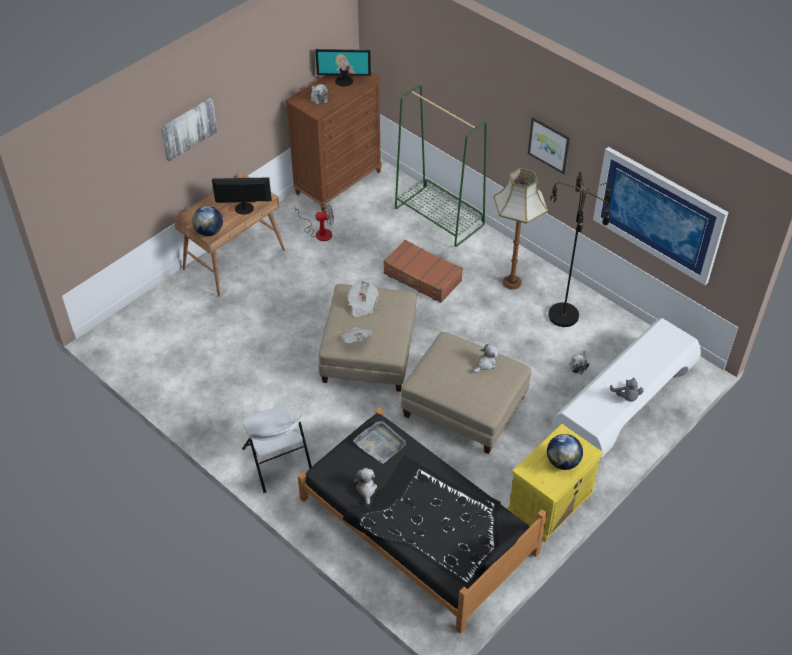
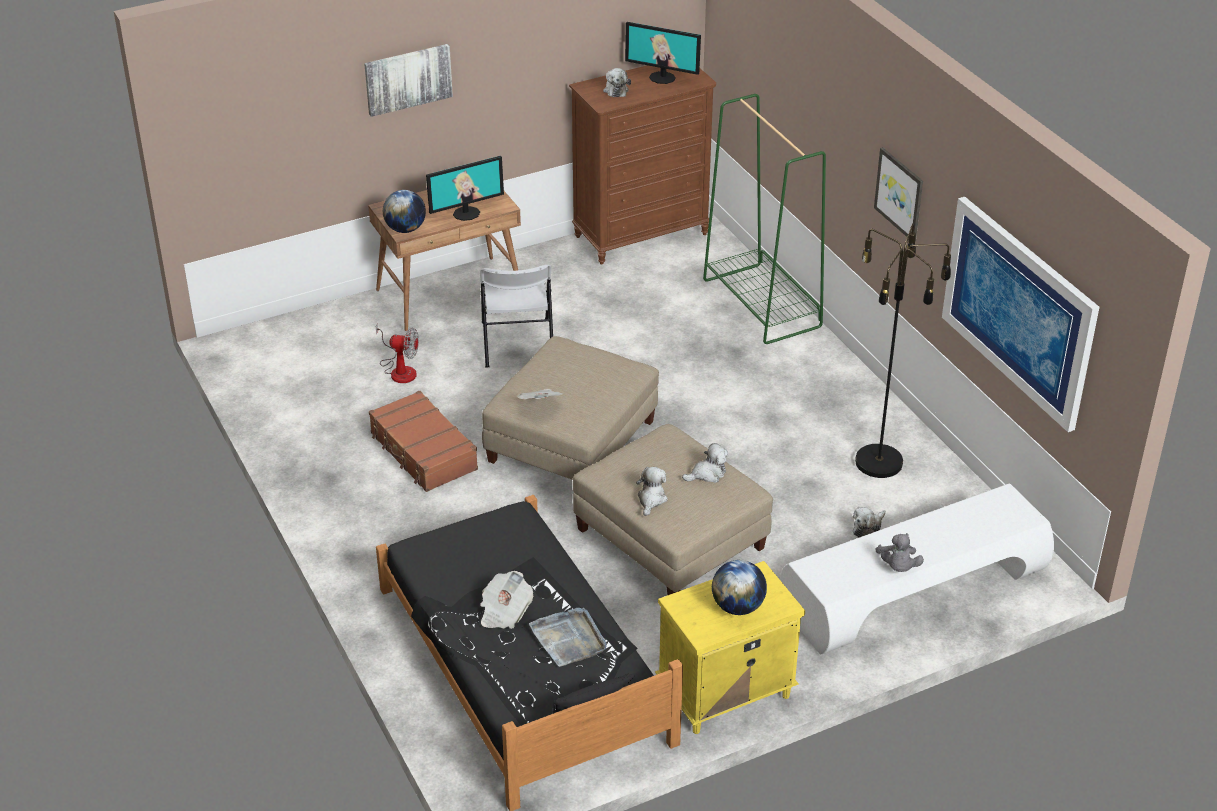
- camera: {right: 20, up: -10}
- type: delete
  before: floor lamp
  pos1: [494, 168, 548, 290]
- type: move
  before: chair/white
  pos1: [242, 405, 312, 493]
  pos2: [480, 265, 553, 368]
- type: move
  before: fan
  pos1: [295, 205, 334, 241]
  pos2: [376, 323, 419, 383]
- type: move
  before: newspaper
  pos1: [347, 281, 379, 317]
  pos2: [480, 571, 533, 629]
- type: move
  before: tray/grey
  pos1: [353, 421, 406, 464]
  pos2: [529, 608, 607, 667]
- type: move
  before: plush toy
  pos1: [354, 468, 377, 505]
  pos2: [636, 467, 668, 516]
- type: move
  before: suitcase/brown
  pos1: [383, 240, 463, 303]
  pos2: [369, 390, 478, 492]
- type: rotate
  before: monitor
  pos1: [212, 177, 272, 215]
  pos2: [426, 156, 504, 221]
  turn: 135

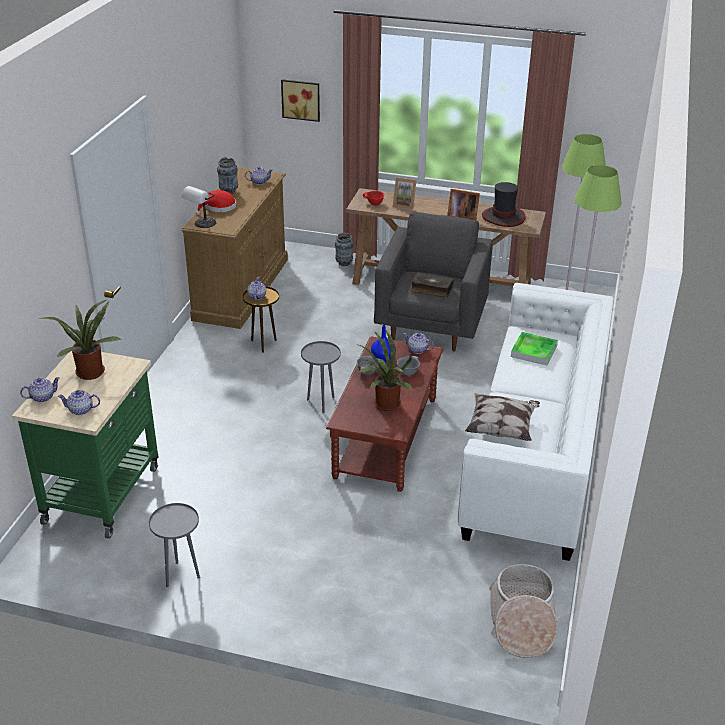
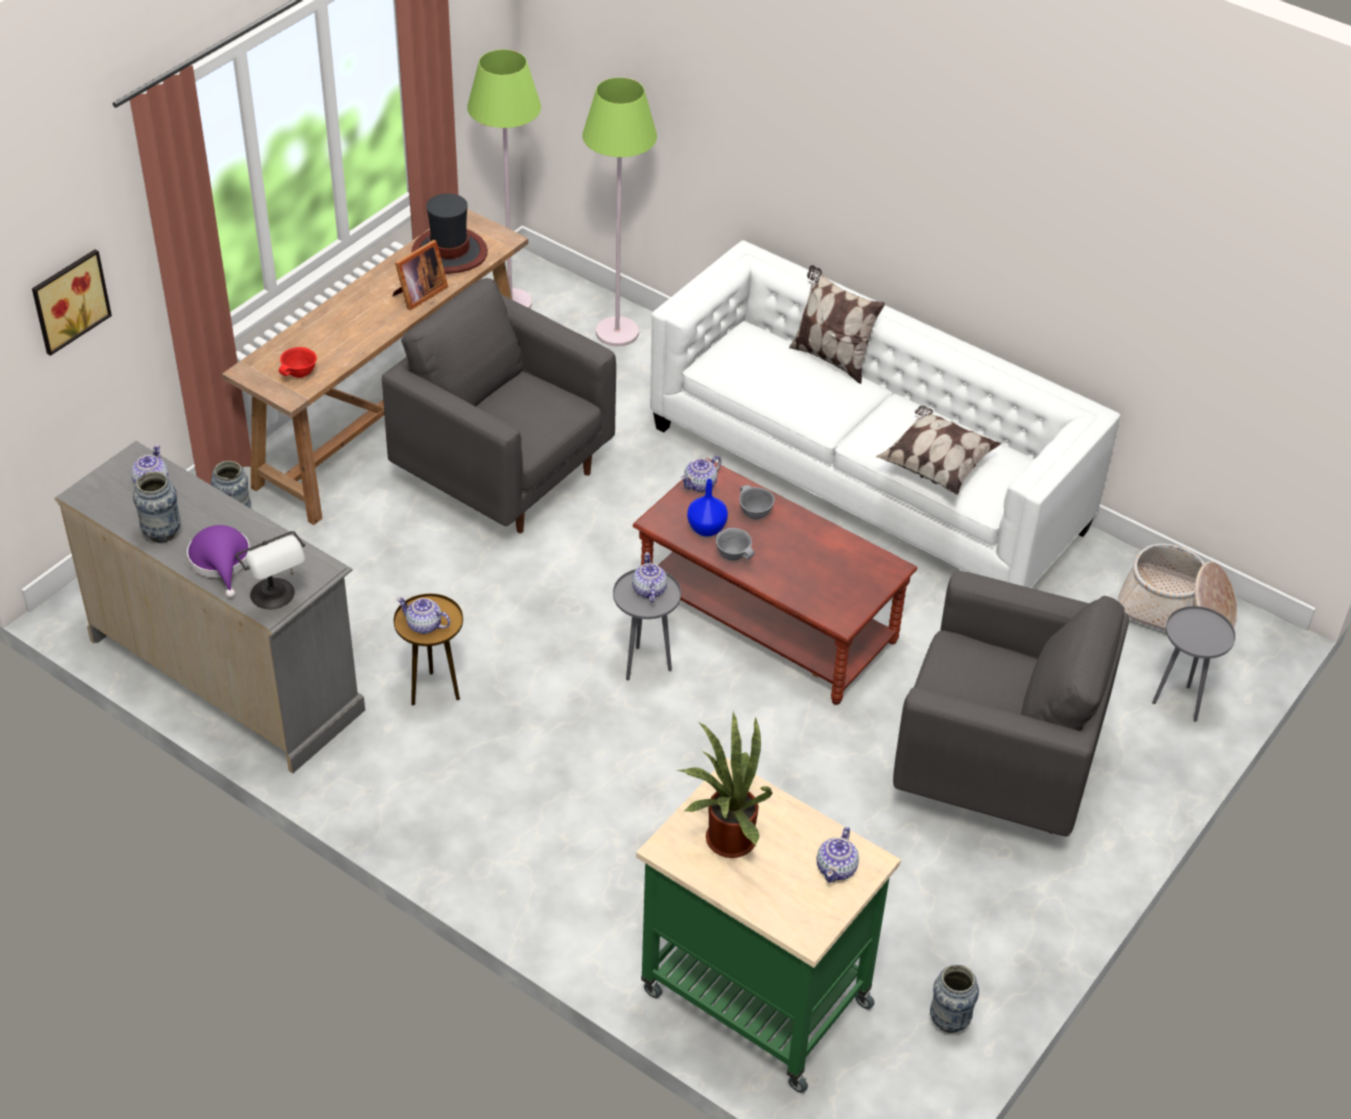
- camera: {right: -70, up: 10}
- type: delete
  before: potted plant
  pos1: [359, 329, 412, 411]
- type: delete
  before: picture frame
  pos1: [393, 177, 417, 210]
- type: delete
  before: book
  pos1: [411, 272, 454, 298]
- type: delete
  before: tray
  pos1: [511, 332, 558, 366]
- type: insert
  after: pillow
  pos2: [789, 265, 885, 384]
- type: insert
  after: armchair/grey
  pos2: [893, 571, 1129, 837]
- type: insert
  after: vase
  pos2: [930, 965, 979, 1033]
- type: move
  before: teapot
  pos1: [20, 377, 60, 402]
  pos2: [632, 552, 667, 603]
- type: move
  before: side table/grey
  pos1: [149, 503, 200, 587]
  pos2: [1152, 606, 1236, 722]
- type: recolor
  before: cabinet/brown
  after: cabinet/grey
  pos1: [181, 167, 288, 329]
  pos2: [54, 441, 365, 773]
- type: recolor
  before: hat/red
  after: hat/purple
  pos1: [196, 190, 236, 215]
  pos2: [187, 525, 250, 598]

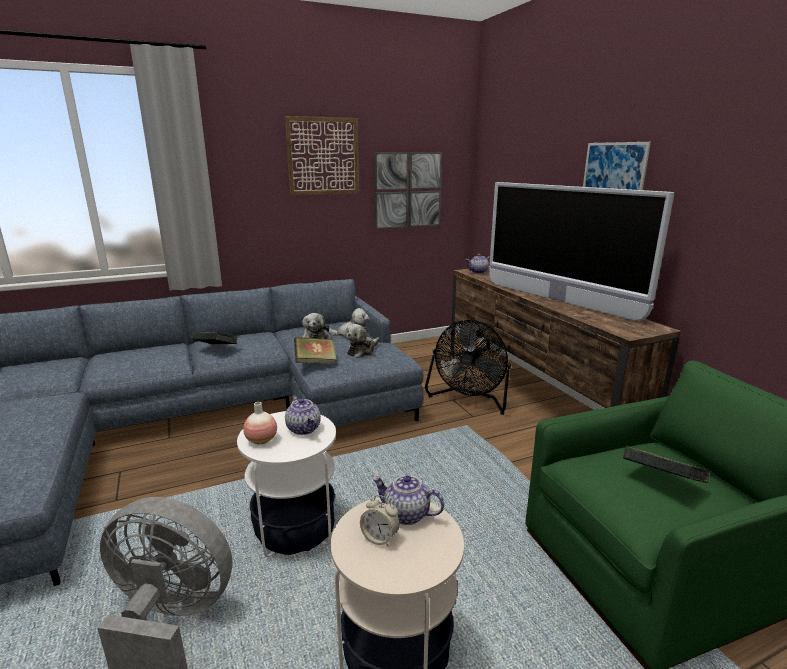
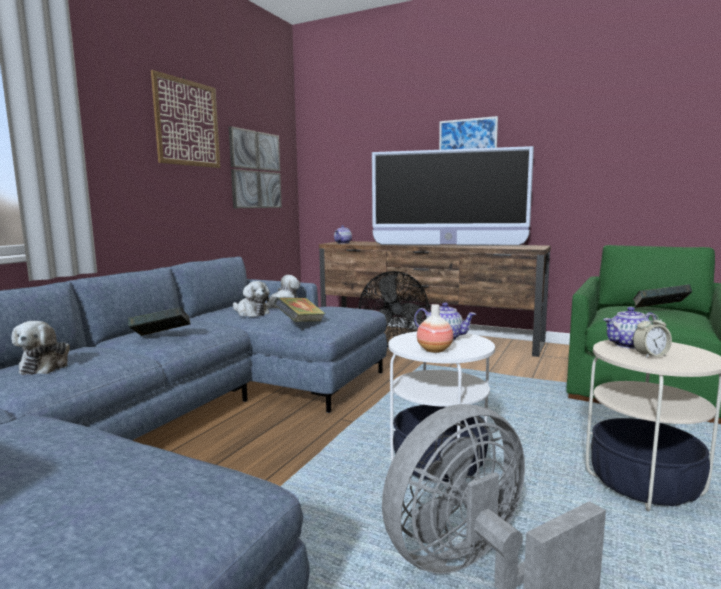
- camera: {right: -40, up: -10}
- type: move
  before: plush toy
  pos1: [345, 324, 379, 358]
  pos2: [12, 321, 70, 375]

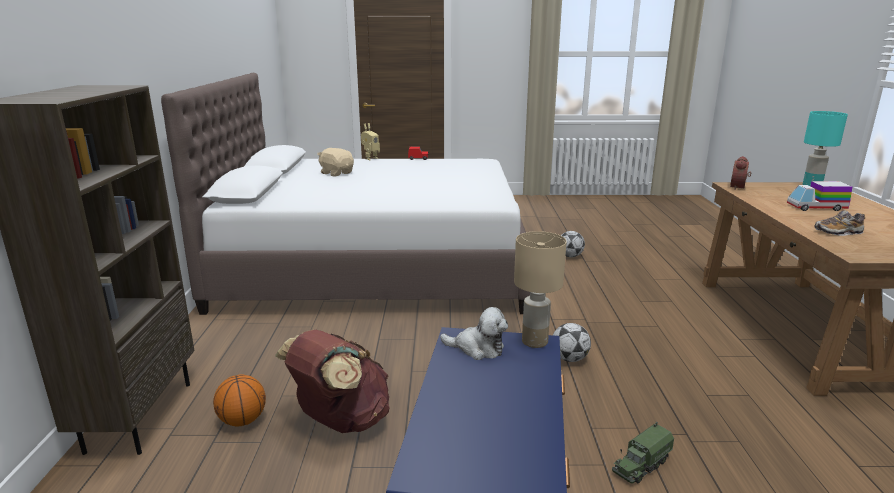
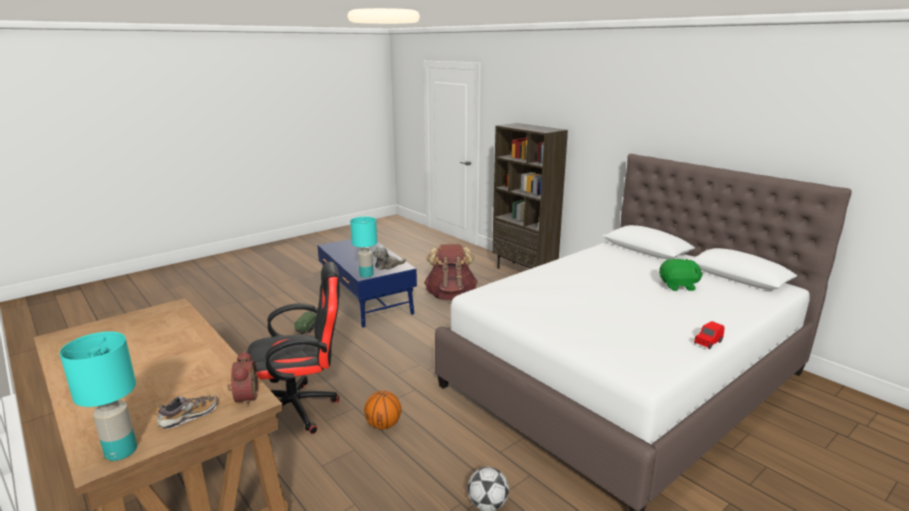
- camera: {right: 140, up: 0}
- type: delete
  before: toy robot
  pos1: [361, 123, 380, 160]
- type: delete
  before: football
  pos1: [553, 323, 591, 362]
- type: delete
  before: toy truck
  pos1: [787, 181, 852, 211]
- type: insert
  after: office chair/black
  pos2: [247, 262, 340, 434]
- type: move
  before: basketball
  pos1: [213, 375, 266, 426]
  pos2: [364, 391, 401, 430]
- type: move
  before: shoe
  pos1: [815, 211, 865, 236]
  pos2: [155, 395, 217, 429]
- type: recolor
  before: plush toy/beige
  after: plush toy/green
  pos1: [317, 148, 354, 176]
  pos2: [659, 259, 703, 291]
- type: recolor
  before: table lamp/beige
  after: table lamp/turquoise
  pos1: [514, 231, 567, 348]
  pos2: [350, 217, 377, 278]

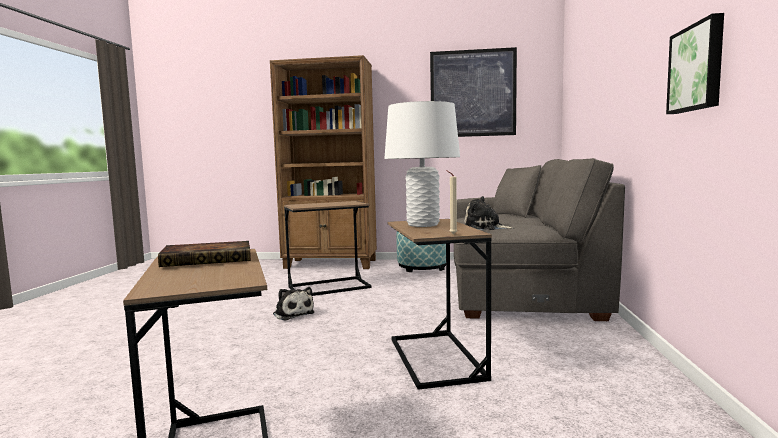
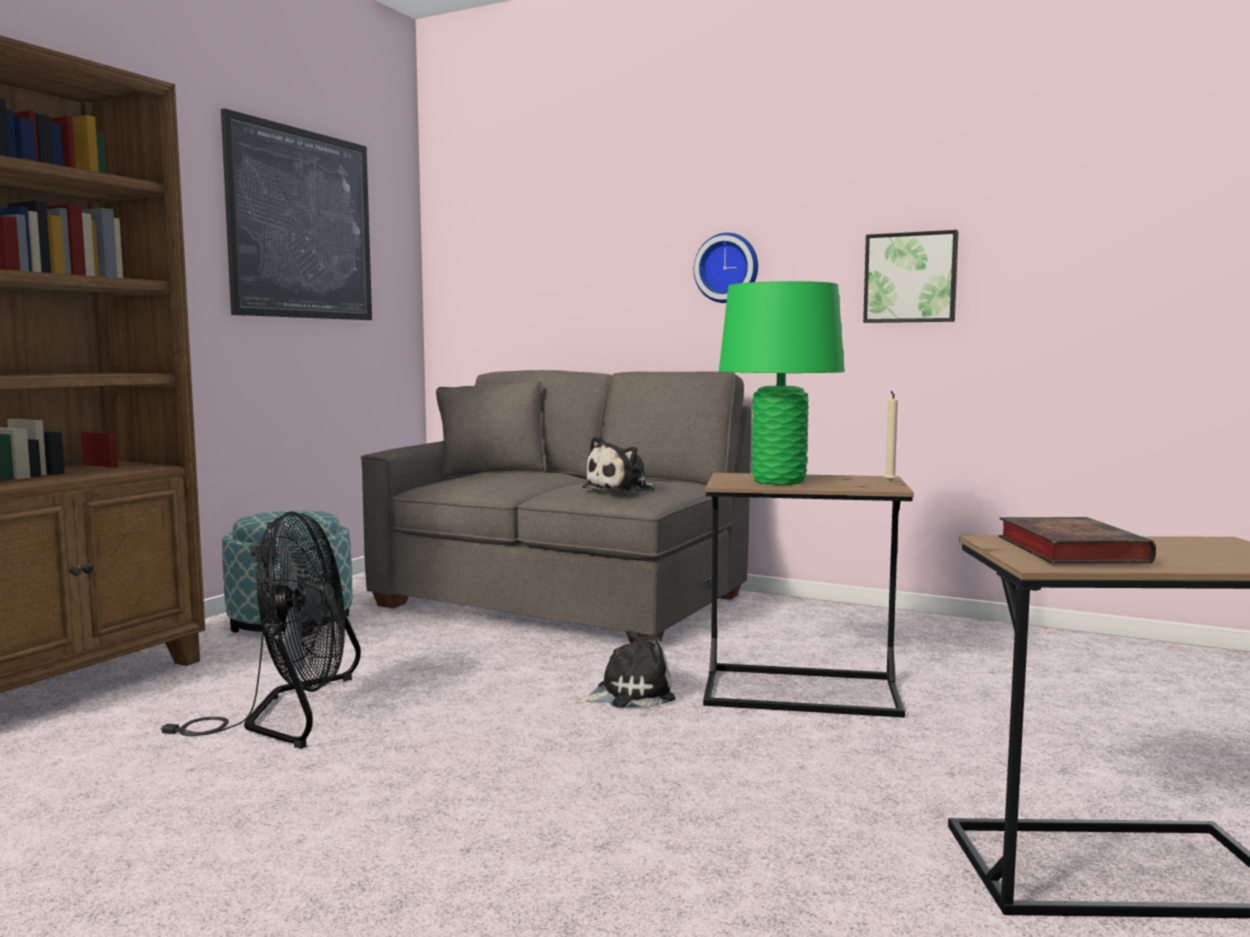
- camera: {right: -70, up: 0}
- type: insert
  after: wall clock
  pos2: [694, 233, 758, 303]
- type: move
  before: plush toy
  pos1: [273, 287, 314, 321]
  pos2: [576, 630, 676, 707]
- type: replace
  before: side table/brown
  after: fan/black
  pos1: [284, 201, 372, 296]
  pos2: [160, 511, 361, 749]
- type: recolor
  before: table lamp/white
  after: table lamp/green
  pos1: [384, 101, 460, 227]
  pos2: [719, 281, 845, 485]

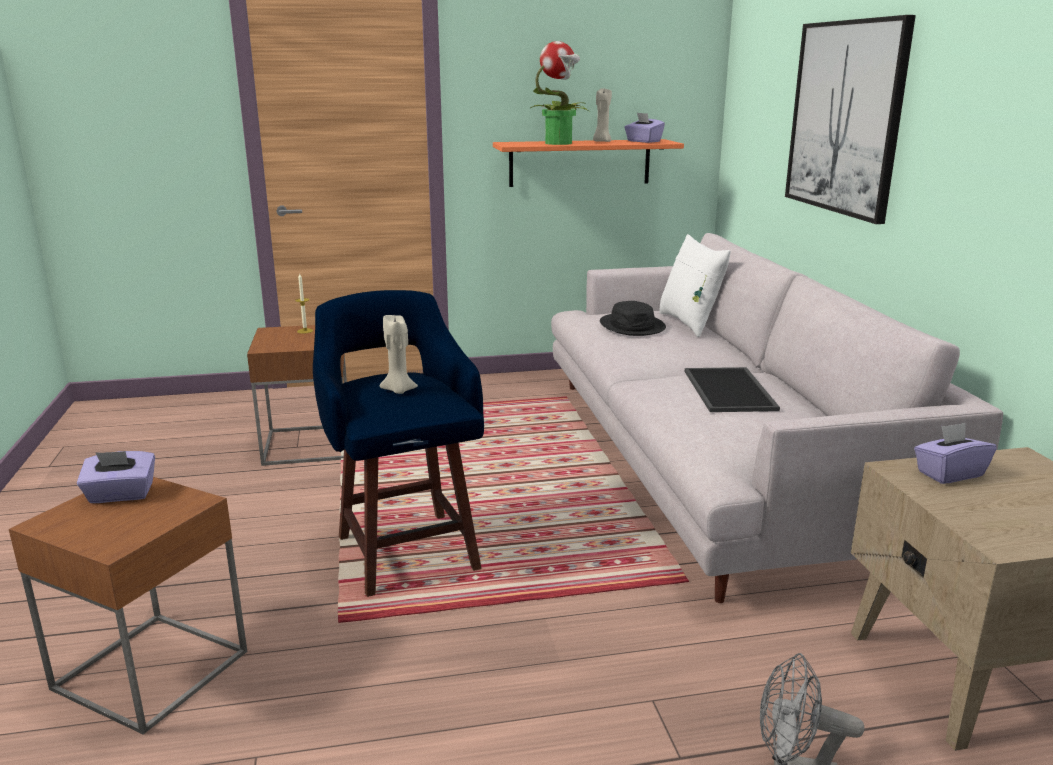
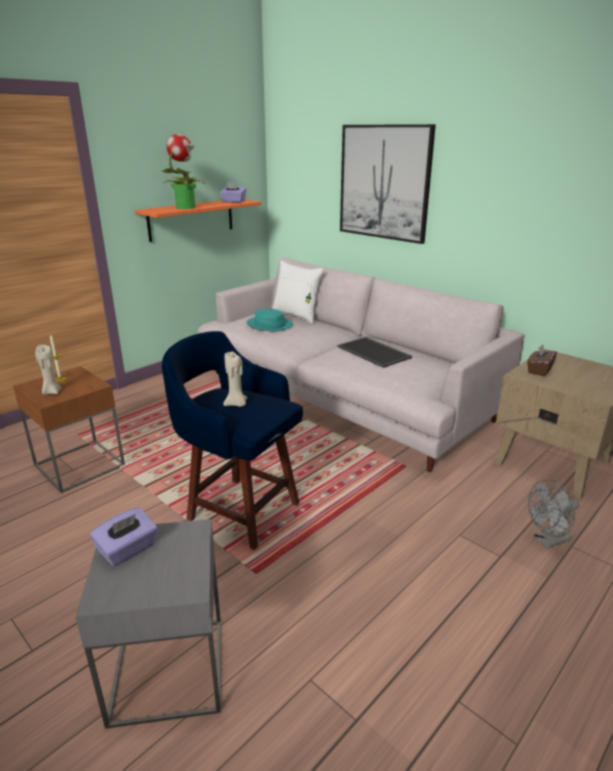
- camera: {right: -35, up: 5}
- type: move
  before: candle/beige
  pos1: [593, 88, 612, 142]
  pos2: [35, 345, 61, 395]
- type: recolor
  before: side table/brown
  after: side table/grey
  pos1: [9, 477, 247, 734]
  pos2: [75, 519, 221, 729]
- type: recolor
  before: hat/black
  after: hat/turquoise
  pos1: [600, 301, 666, 336]
  pos2: [246, 308, 293, 332]
- type: recolor
  before: tissue box/purple
  after: tissue box/brown
  pos1: [914, 423, 997, 484]
  pos2: [527, 344, 557, 376]

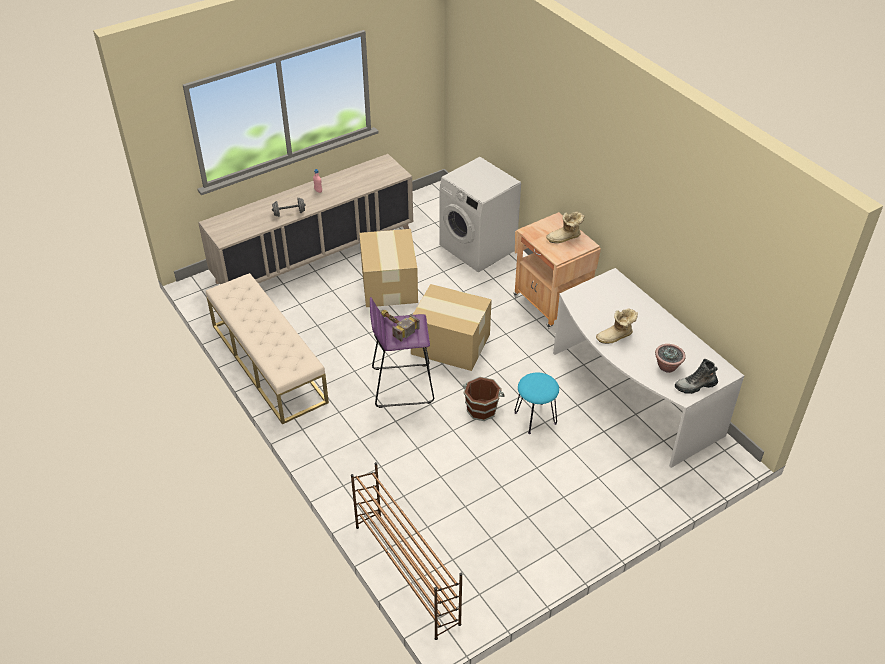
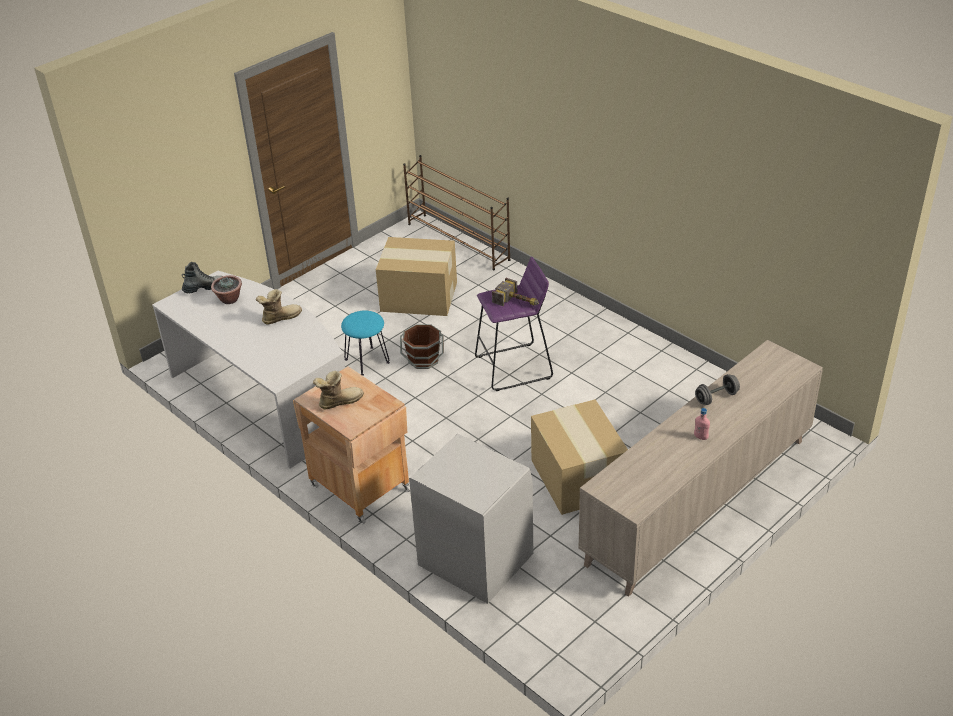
- camera: {right: 170, up: -5}
- type: delete
  before: bench/beige
  pos1: [206, 273, 329, 424]
- type: move
  before: cardboard box
  pos1: [411, 284, 492, 371]
  pos2: [376, 237, 457, 316]

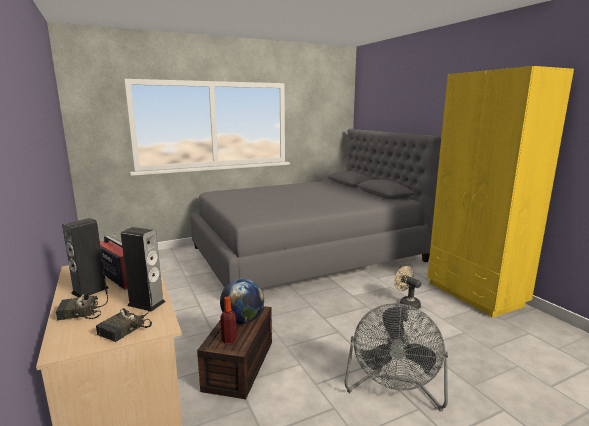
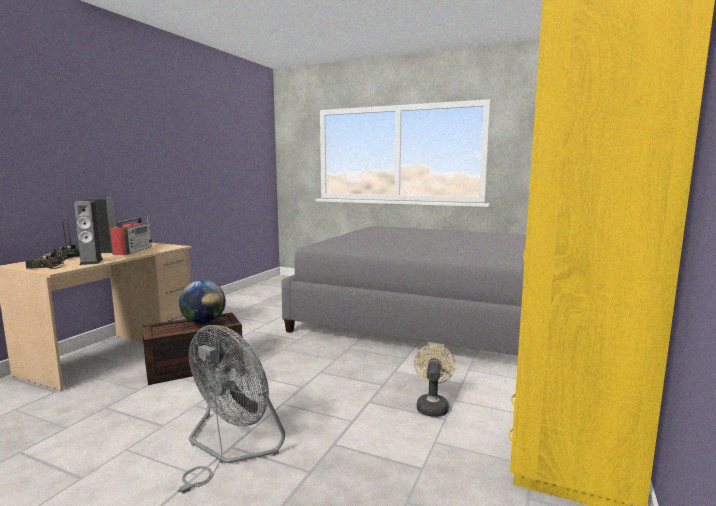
- camera: {right: 50, up: -5}
- type: delete
  before: bottle
  pos1: [220, 296, 237, 344]
- type: rotate
  before: fan/grey
  pos1: [345, 303, 448, 412]
  pos2: [178, 325, 285, 494]
  turn: 150

